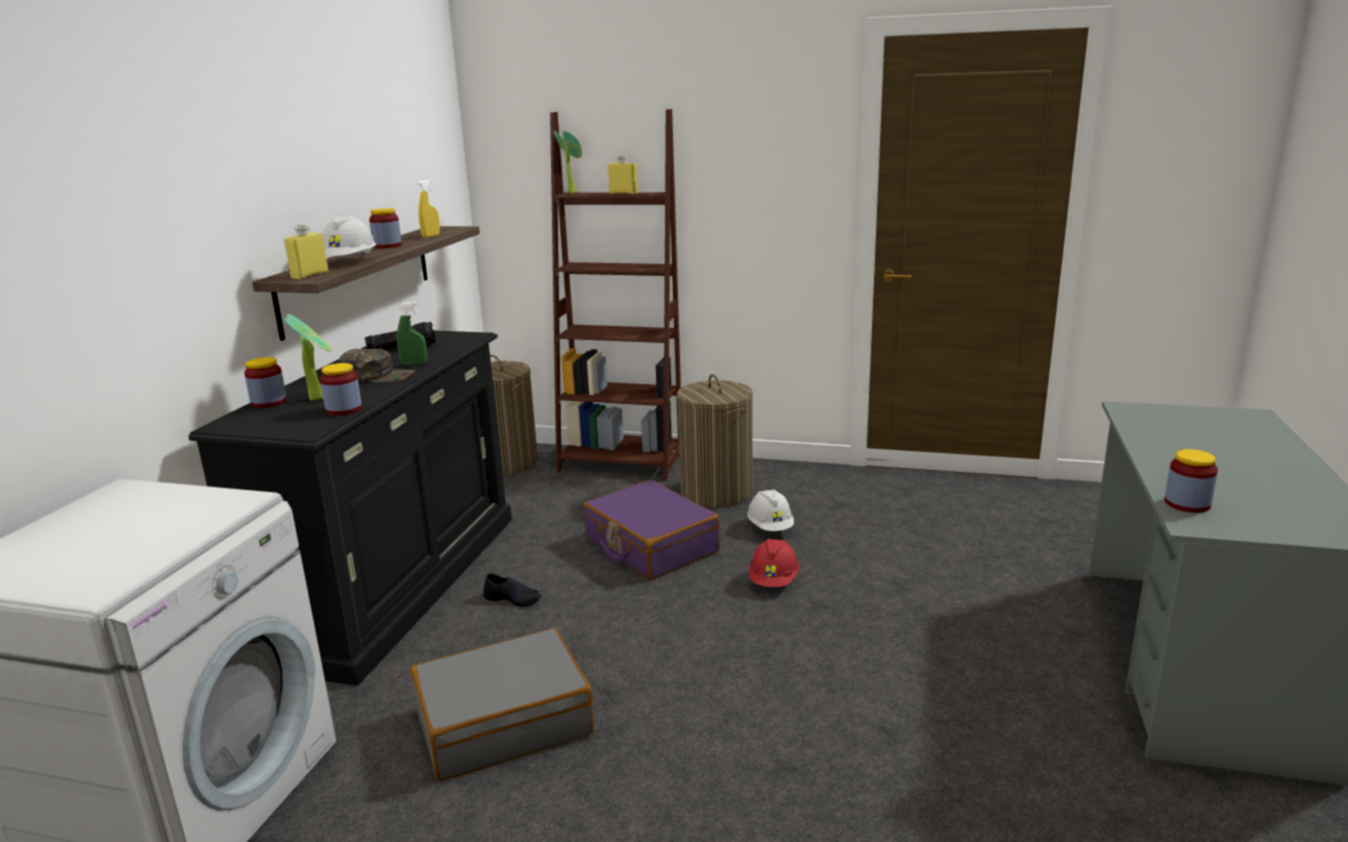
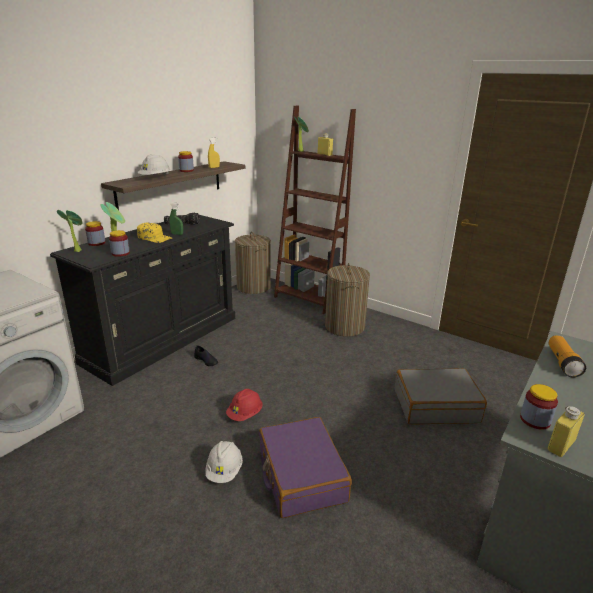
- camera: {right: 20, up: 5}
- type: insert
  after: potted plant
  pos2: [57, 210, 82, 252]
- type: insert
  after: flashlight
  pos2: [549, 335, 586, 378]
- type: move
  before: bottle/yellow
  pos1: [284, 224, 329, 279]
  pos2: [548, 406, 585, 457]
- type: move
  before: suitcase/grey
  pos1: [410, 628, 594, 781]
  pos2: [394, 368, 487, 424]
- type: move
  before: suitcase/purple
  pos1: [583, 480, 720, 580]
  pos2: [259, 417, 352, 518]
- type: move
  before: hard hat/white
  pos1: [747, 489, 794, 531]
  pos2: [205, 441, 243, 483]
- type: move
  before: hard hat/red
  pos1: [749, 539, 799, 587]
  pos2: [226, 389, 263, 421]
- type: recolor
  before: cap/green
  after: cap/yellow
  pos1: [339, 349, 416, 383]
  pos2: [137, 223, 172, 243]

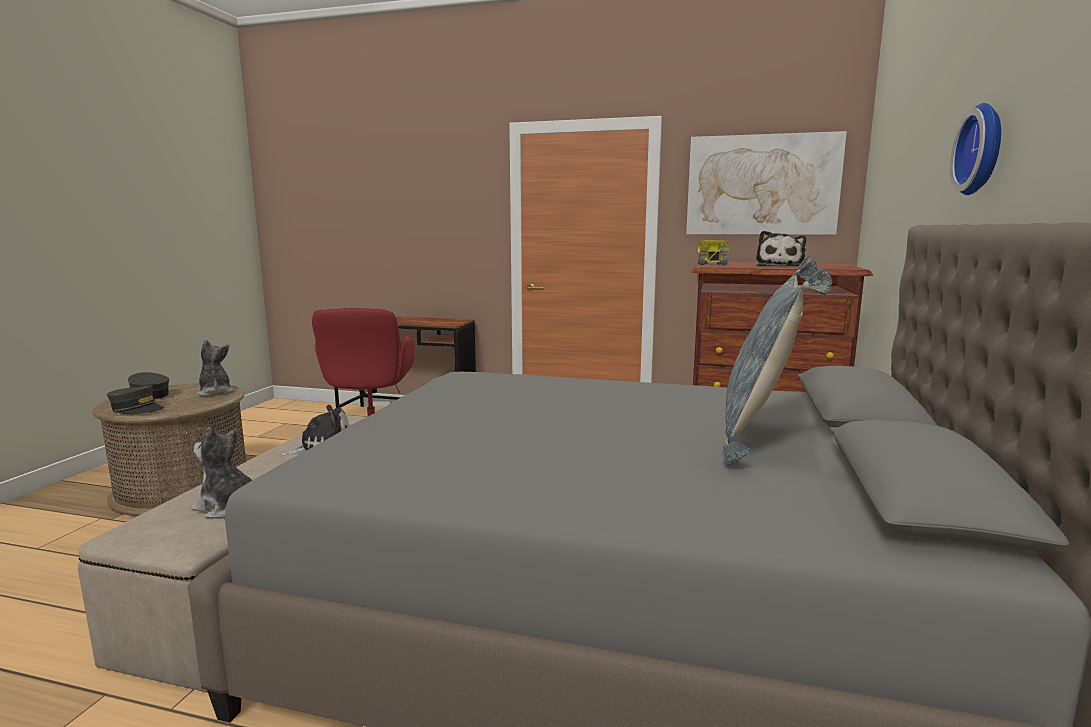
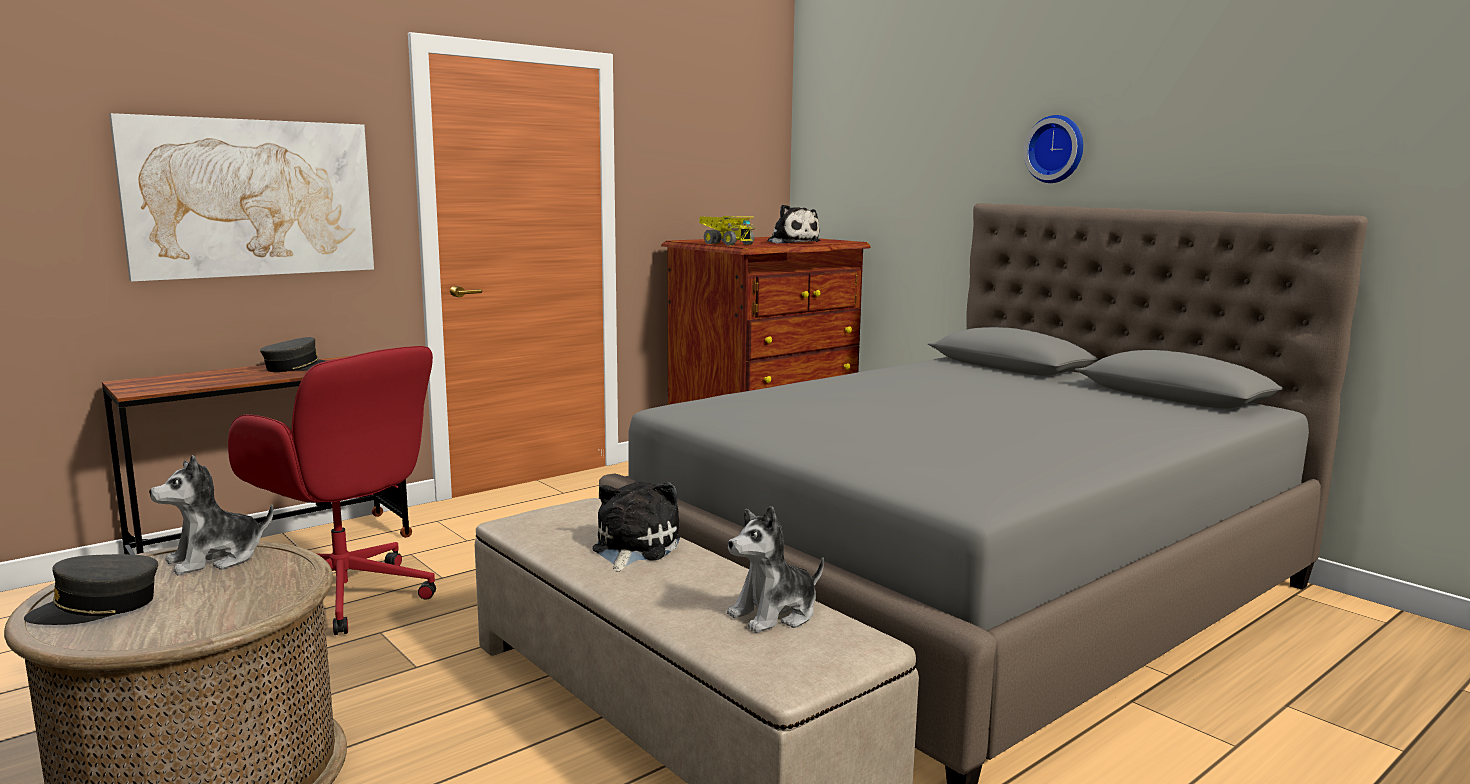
- camera: {right: -55, up: 0}
- type: delete
  before: pillow
  pos1: [722, 256, 833, 466]
- type: move
  before: cap/grey
  pos1: [107, 385, 164, 414]
  pos2: [260, 337, 325, 372]
- type: move
  before: picture
  pos1: [686, 131, 847, 235]
  pos2: [109, 113, 374, 282]
- type: rotate
  before: plush toy
  pos1: [196, 339, 234, 396]
  pos2: [149, 455, 274, 575]
  turn: -45

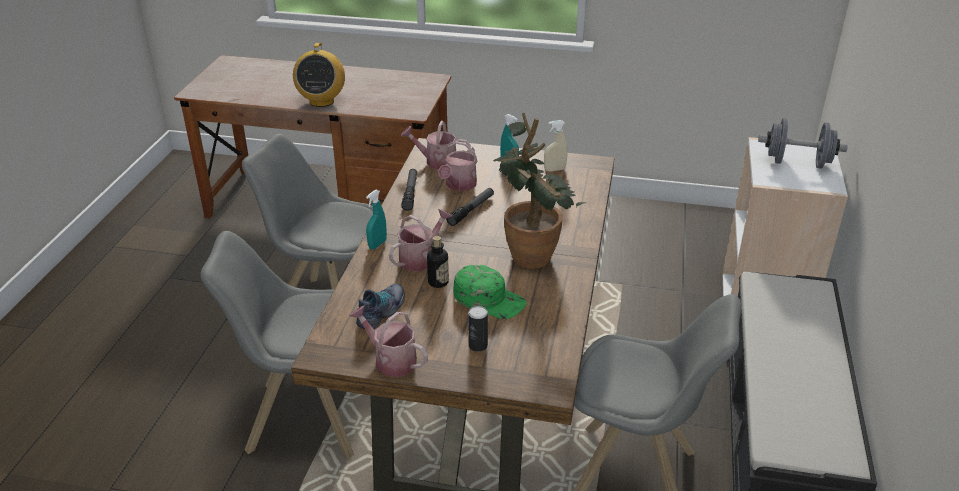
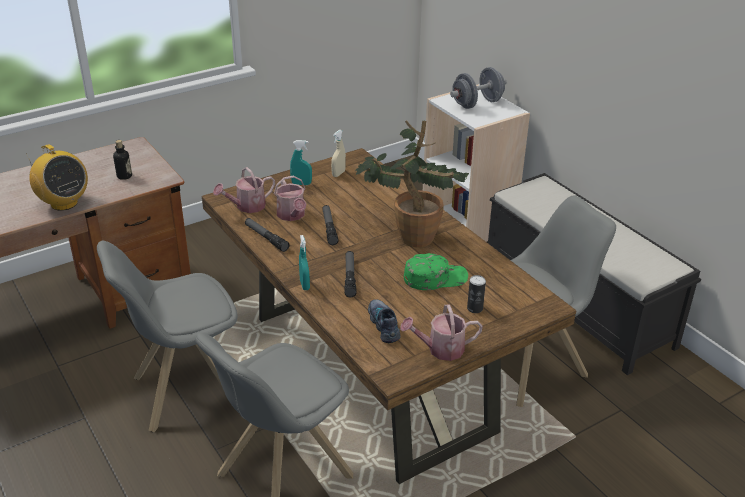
- camera: {right: -45, up: 0}
- type: move
  before: bottle
  pos1: [427, 236, 449, 288]
  pos2: [113, 140, 132, 180]
- type: replace
  before: watering can
  after: flashlight
  pos1: [389, 209, 452, 271]
  pos2: [344, 251, 356, 298]

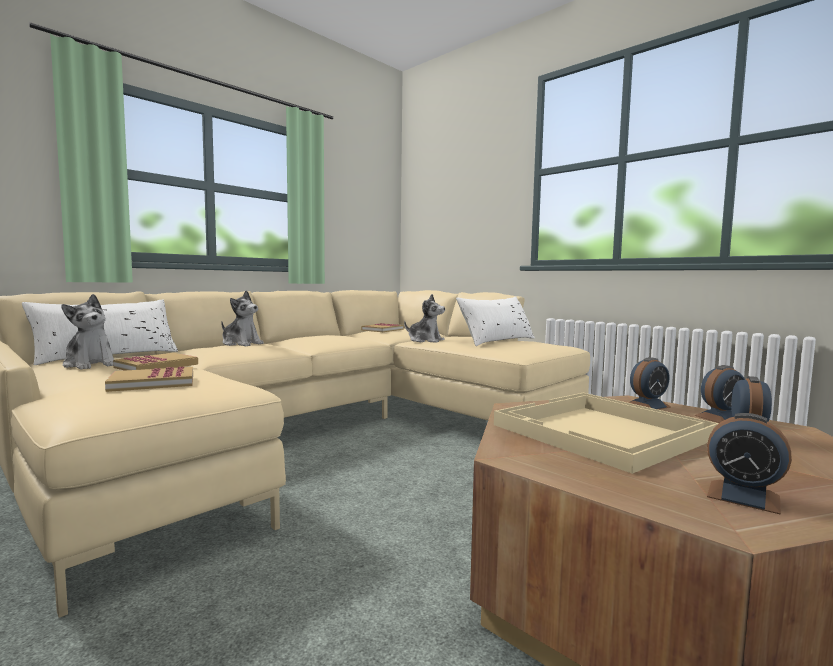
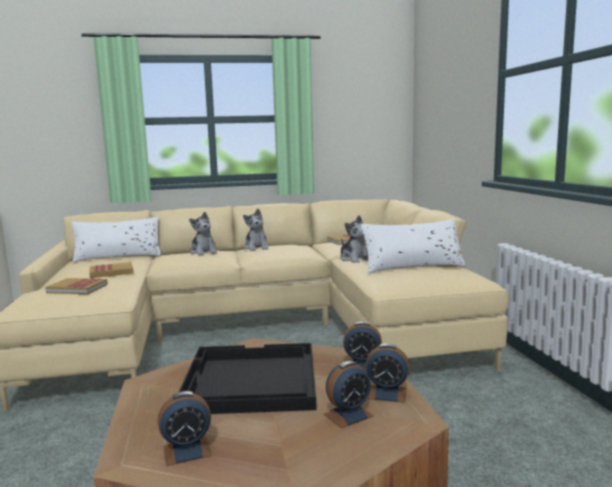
- camera: {right: 35, up: 5}
- type: move
  before: plush toy
  pos1: [61, 294, 115, 370]
  pos2: [243, 209, 269, 251]
- type: recolor
  before: tray/beige
  after: tray/black
  pos1: [494, 393, 719, 474]
  pos2: [179, 343, 316, 414]
- type: rotate
  before: alarm clock
  pos1: [707, 413, 792, 515]
  pos2: [158, 391, 212, 466]
  turn: -90

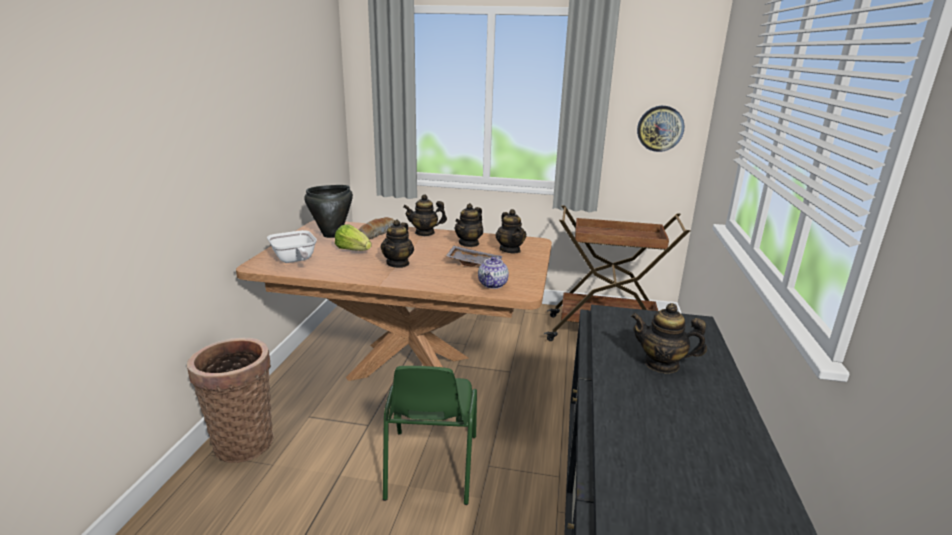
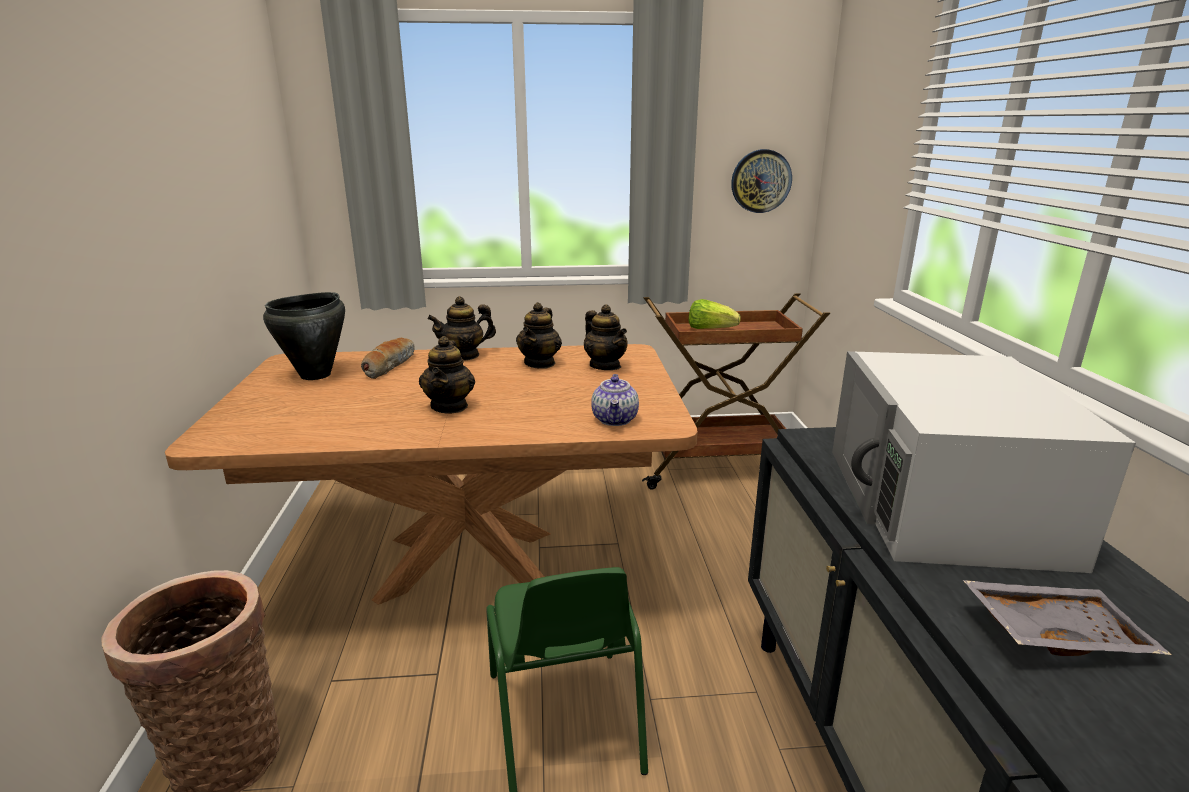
- camera: {right: -15, up: 0}
- type: delete
  before: frying pan
  pos1: [267, 230, 317, 263]
- type: move
  before: lettuce
  pos1: [335, 224, 372, 251]
  pos2: [688, 299, 741, 329]
- type: move
  before: tray/grey
  pos1: [446, 246, 502, 267]
  pos2: [963, 580, 1171, 656]
- type: replace
  before: teapot
  after: microwave/white
  pos1: [631, 303, 707, 374]
  pos2: [832, 351, 1136, 573]

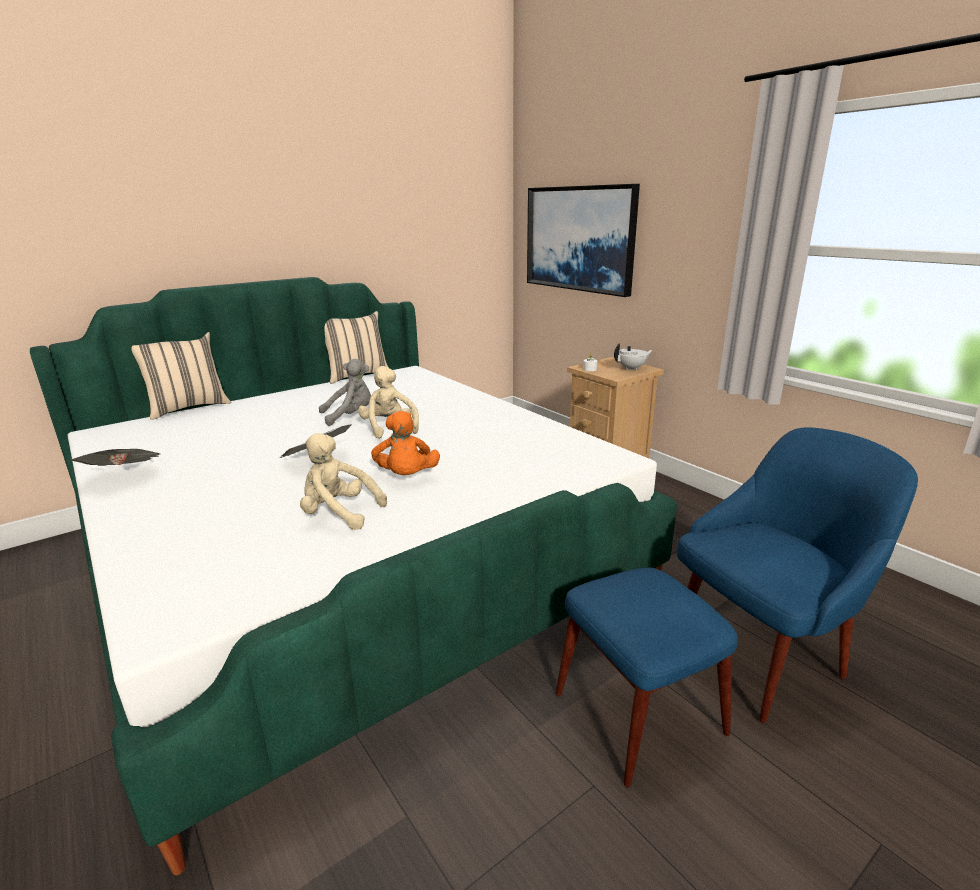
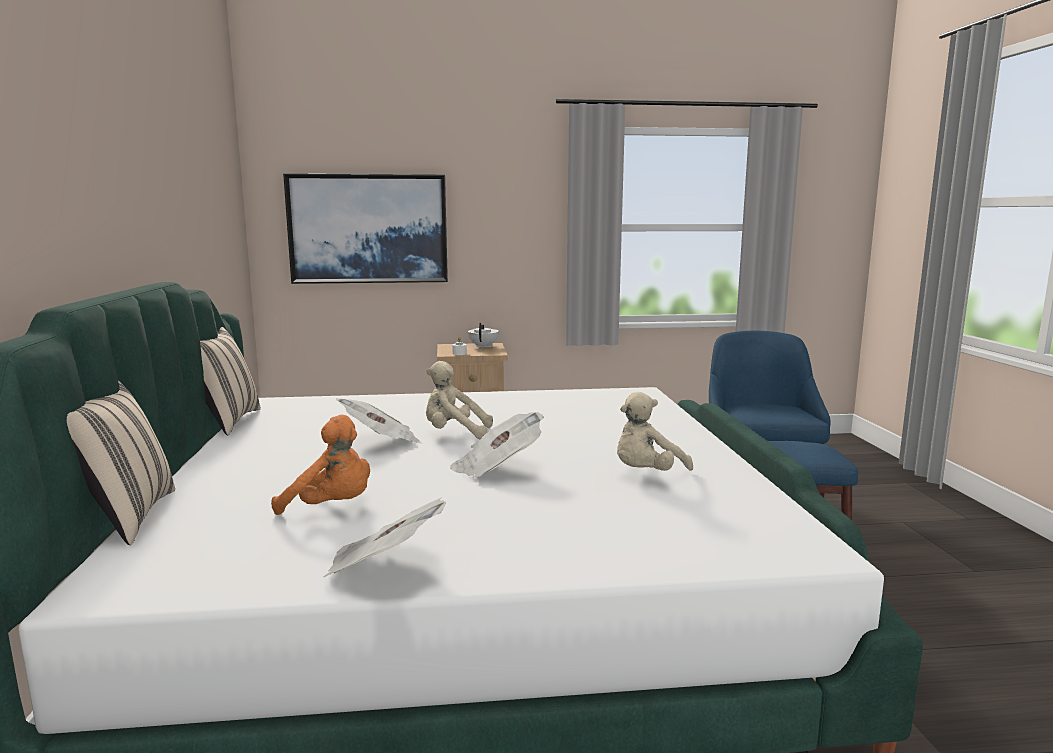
- camera: {right: -60, up: -10}
- type: move
  before: plush toy/orange
  pos1: [371, 411, 440, 475]
  pos2: [271, 415, 370, 515]
- type: replace
  before: plush toy/grey
  after: newspaper
  pos1: [319, 359, 371, 426]
  pos2: [336, 398, 421, 443]

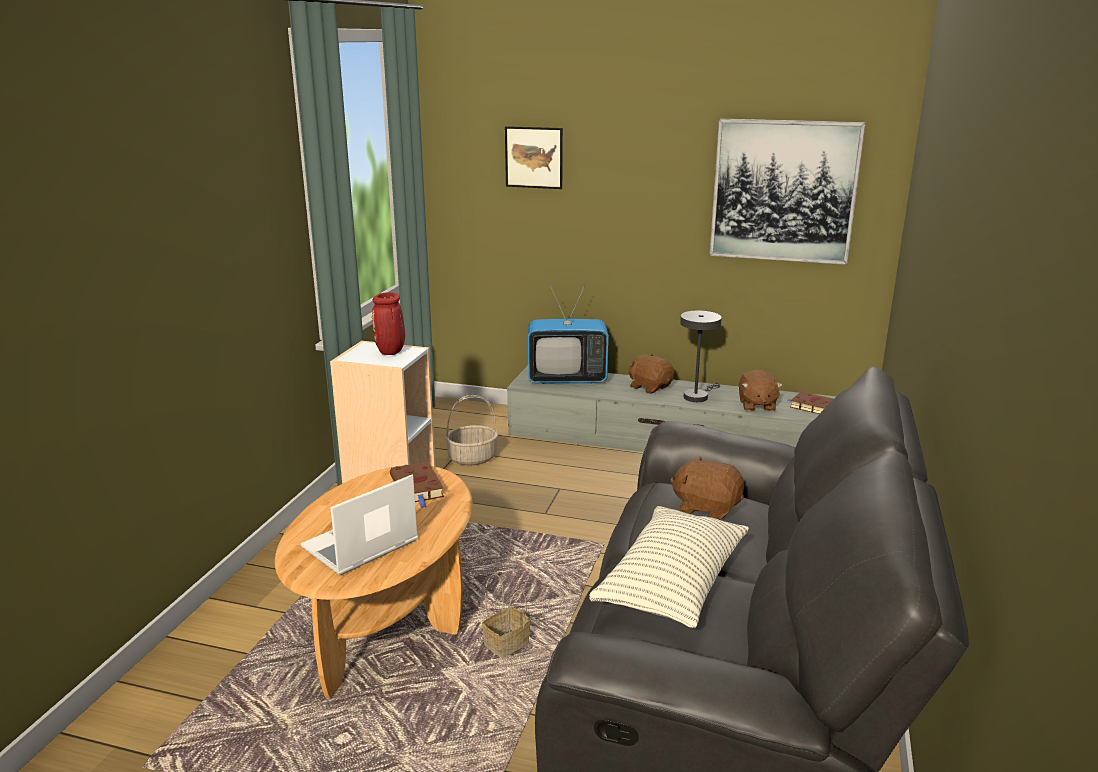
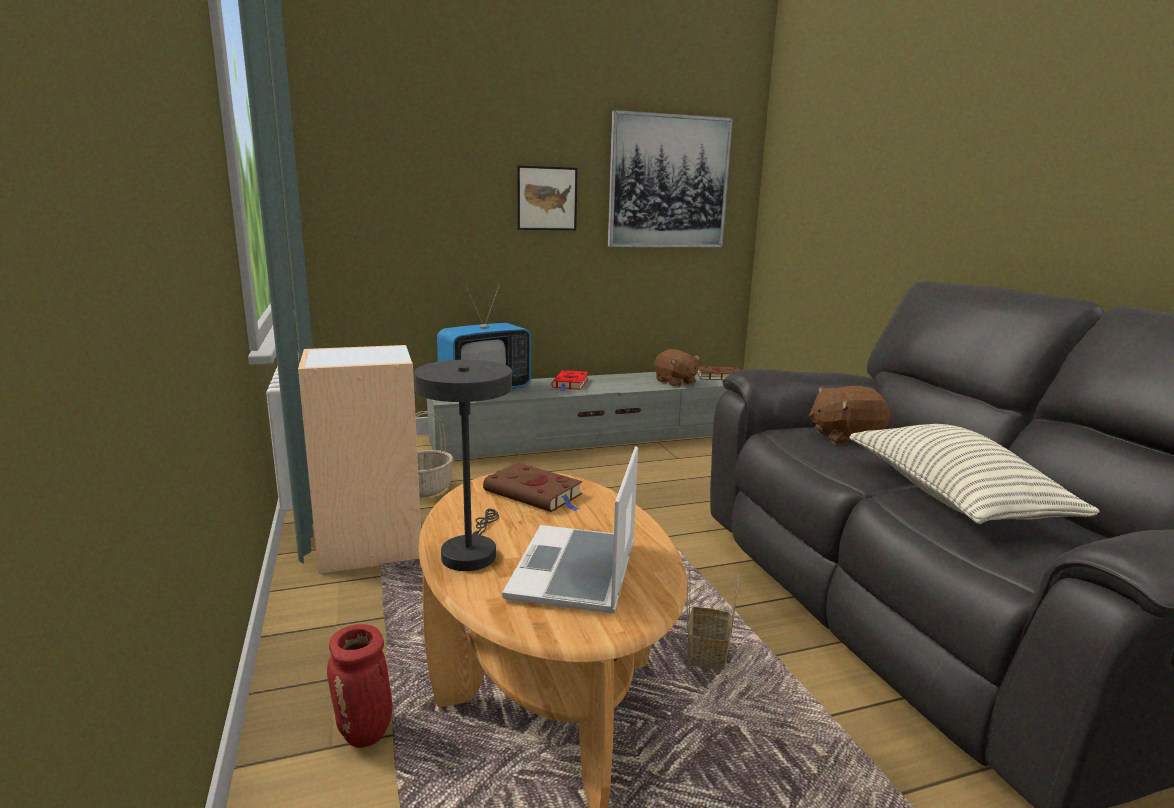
- camera: {right: -35, up: -5}
- type: move
  before: vase/red
  pos1: [372, 292, 405, 355]
  pos2: [327, 624, 392, 748]
- type: move
  before: picture
  pos1: [505, 126, 563, 189]
  pos2: [517, 165, 578, 230]
- type: move
  before: table lamp/grey
  pos1: [680, 311, 722, 402]
  pos2: [414, 360, 512, 571]
- type: replace
  before: plush toy/brown
  after: book/red
  pos1: [629, 354, 674, 394]
  pos2: [551, 370, 588, 392]

